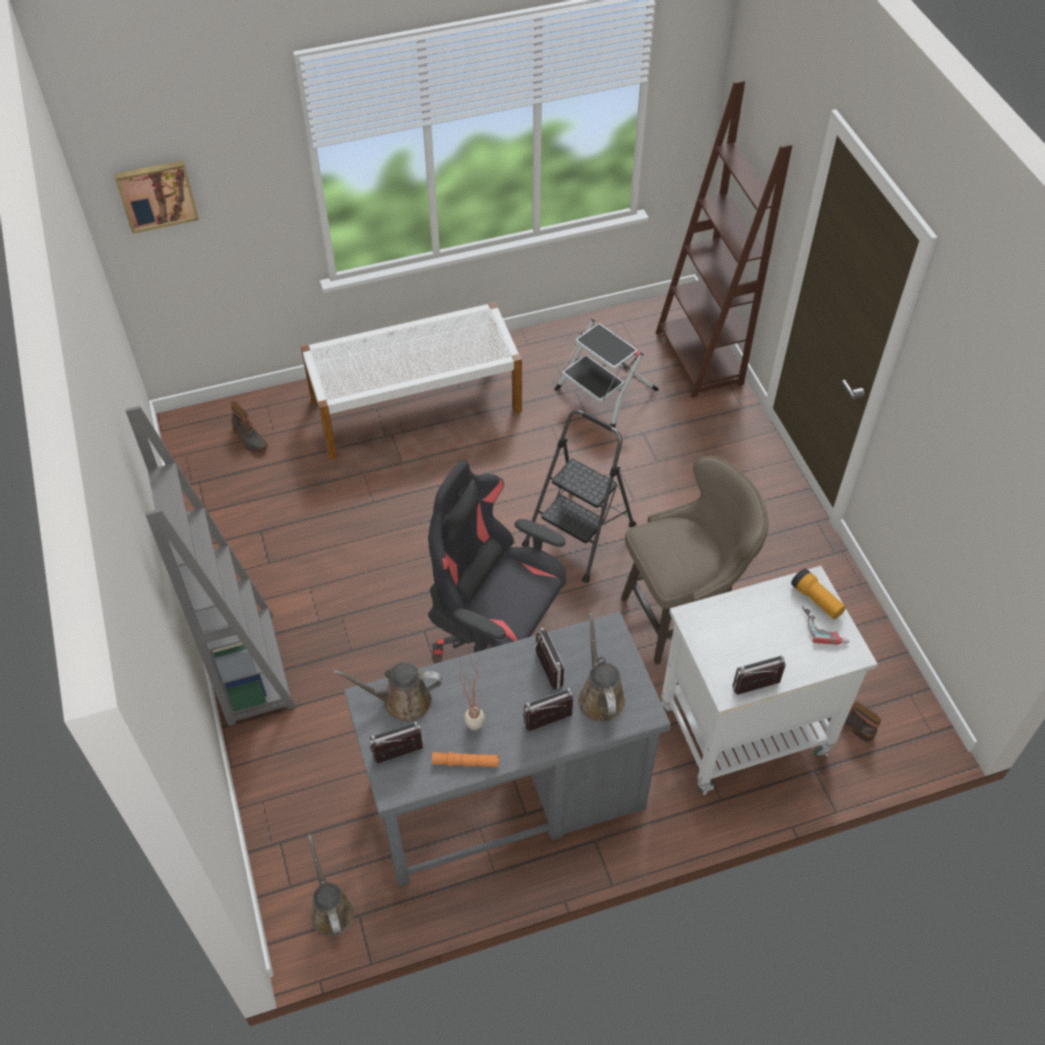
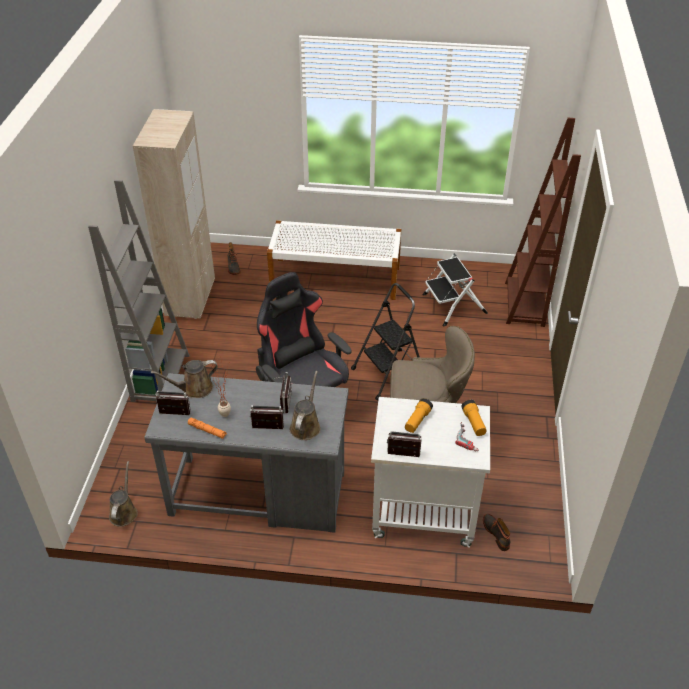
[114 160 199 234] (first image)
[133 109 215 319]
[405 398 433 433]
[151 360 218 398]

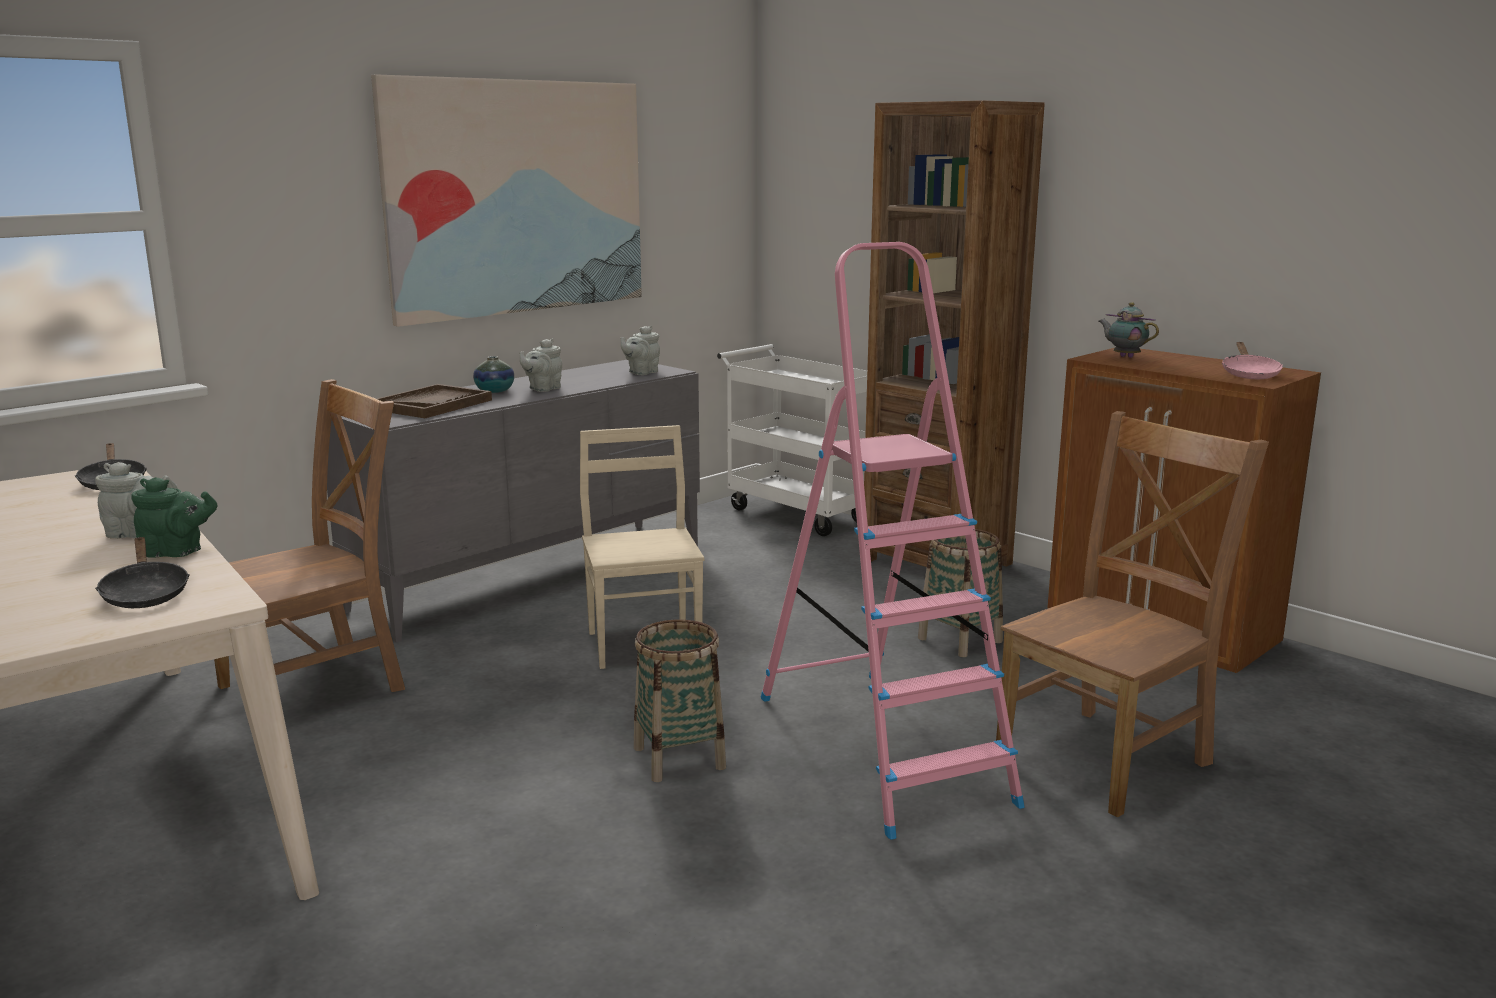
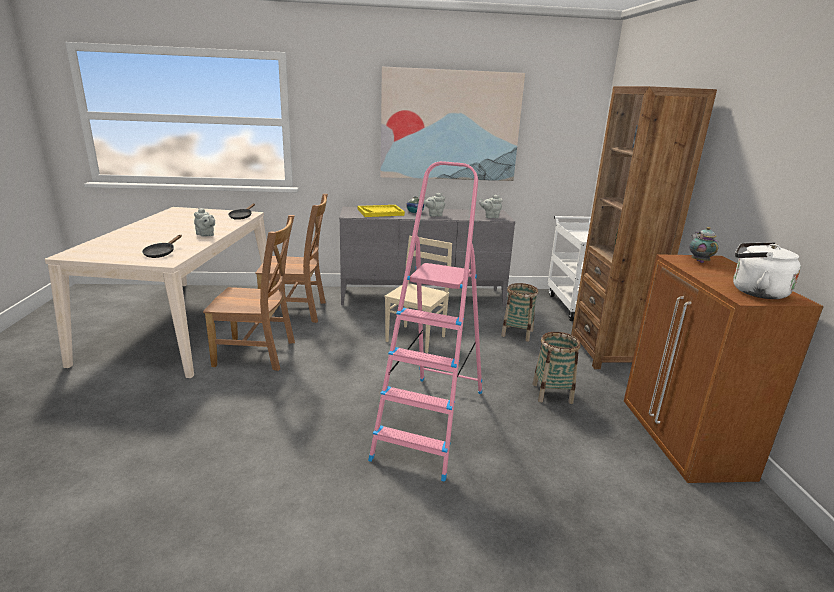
[132 477 218 558] (first image)
[501 283 538 342]
[203 215 295 371]
[733 242 801 299]
[358 205 405 217]

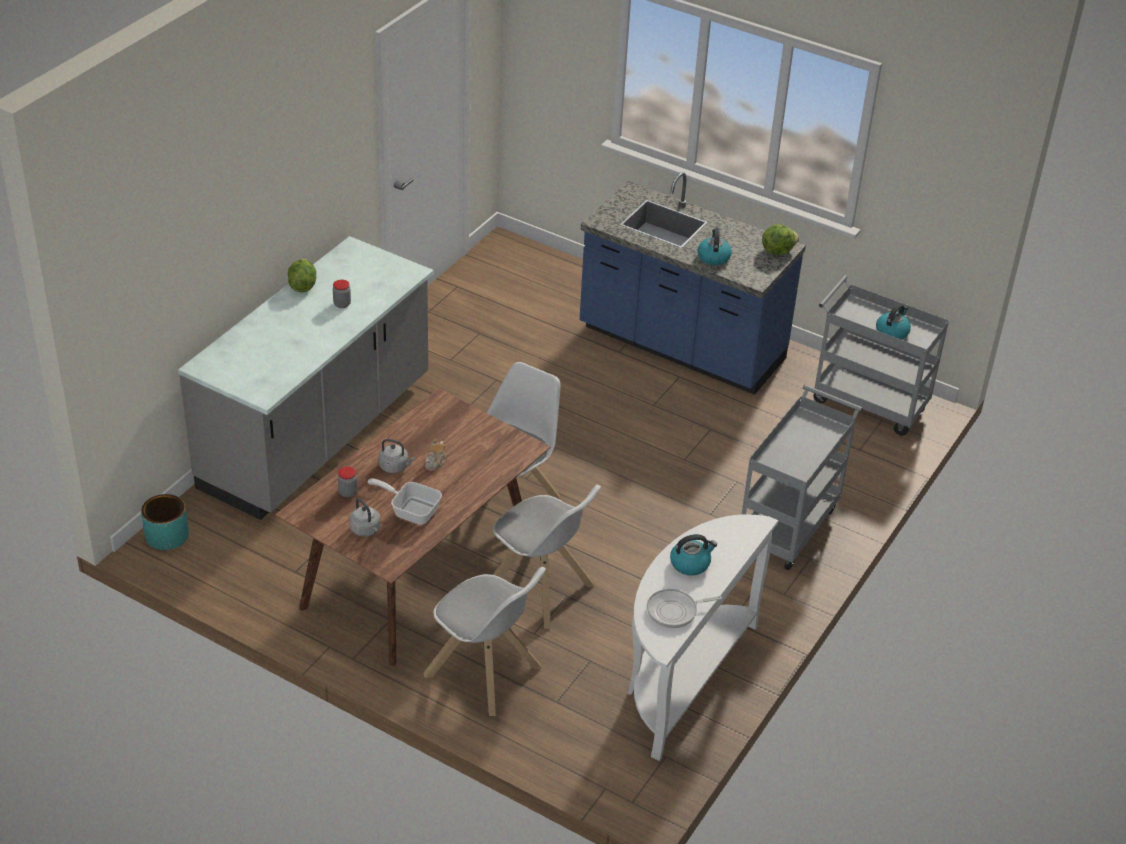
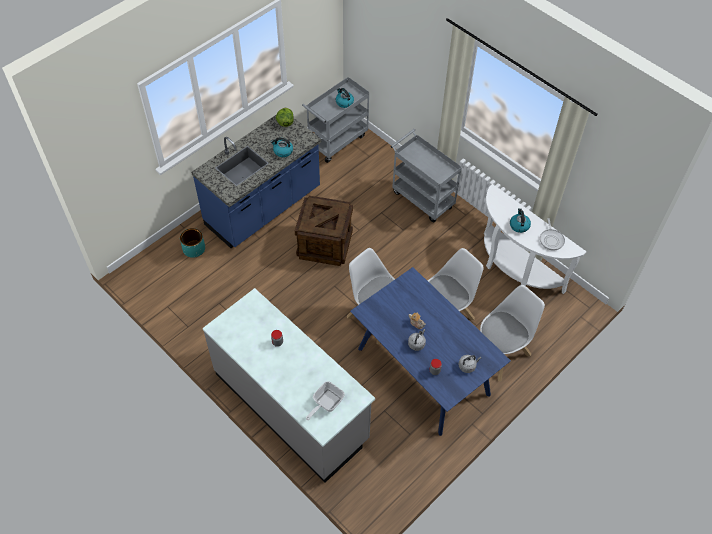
[288 259 316 292] (first image)
[295 196 353 266]
[180 228 205 258]
[306 381 345 420]
[350 267 511 436]

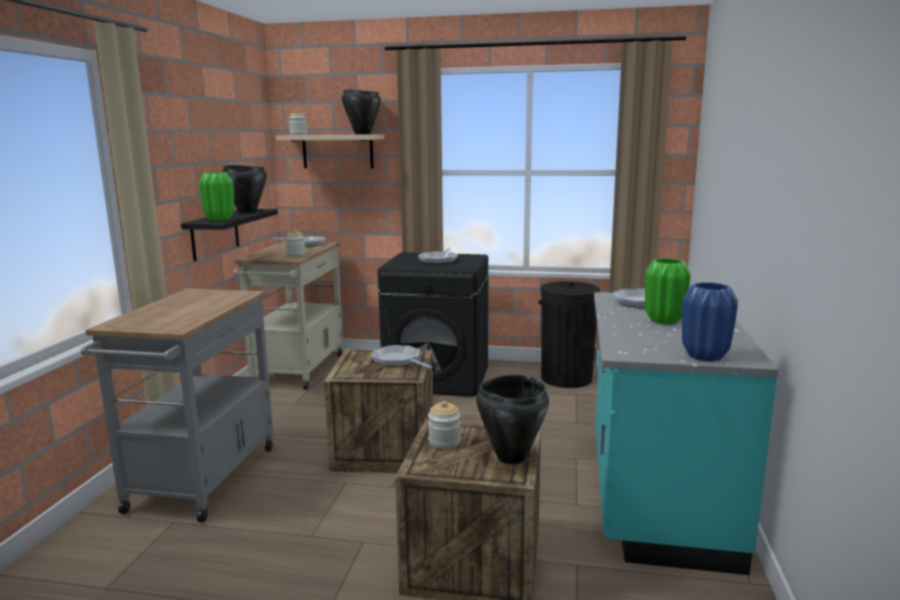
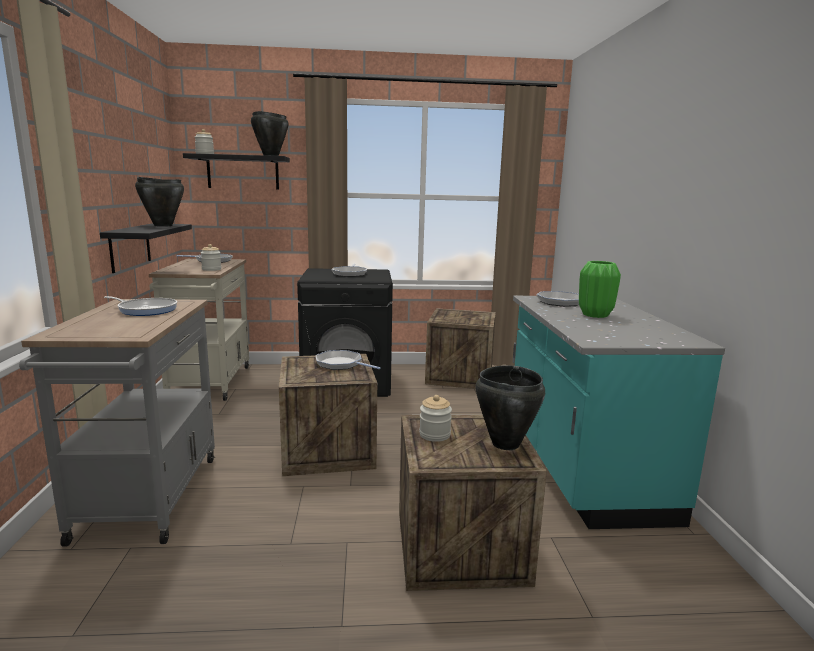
[199 172 234 221] (first image)
[682 282 738 361] (first image)
[104 296 177 316]
[425 308 496 389]
[183 153 290 190]

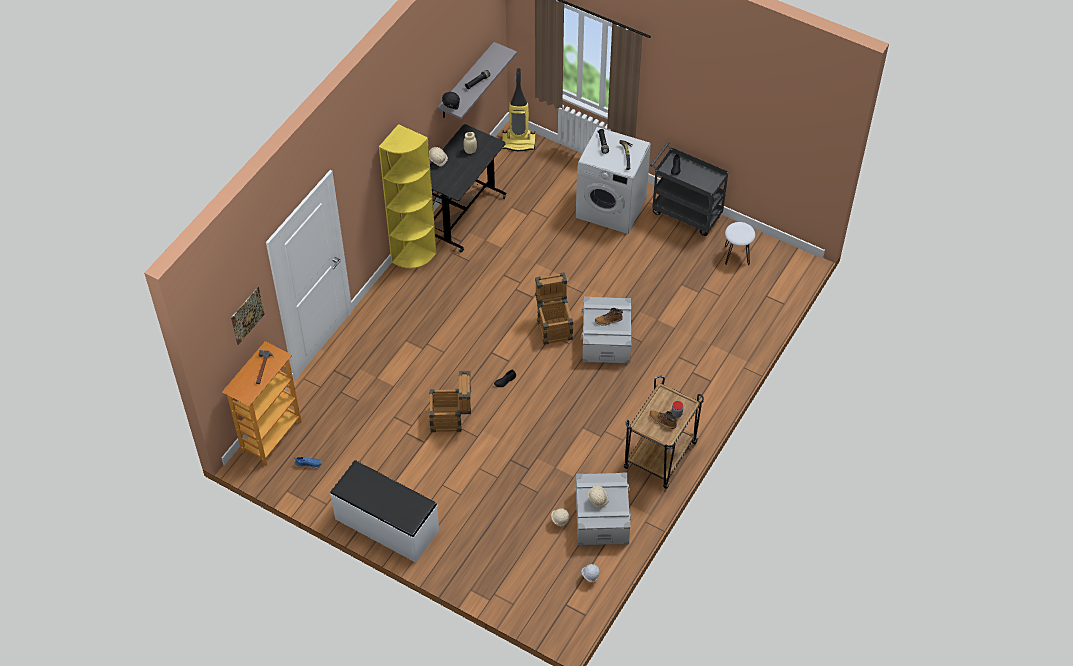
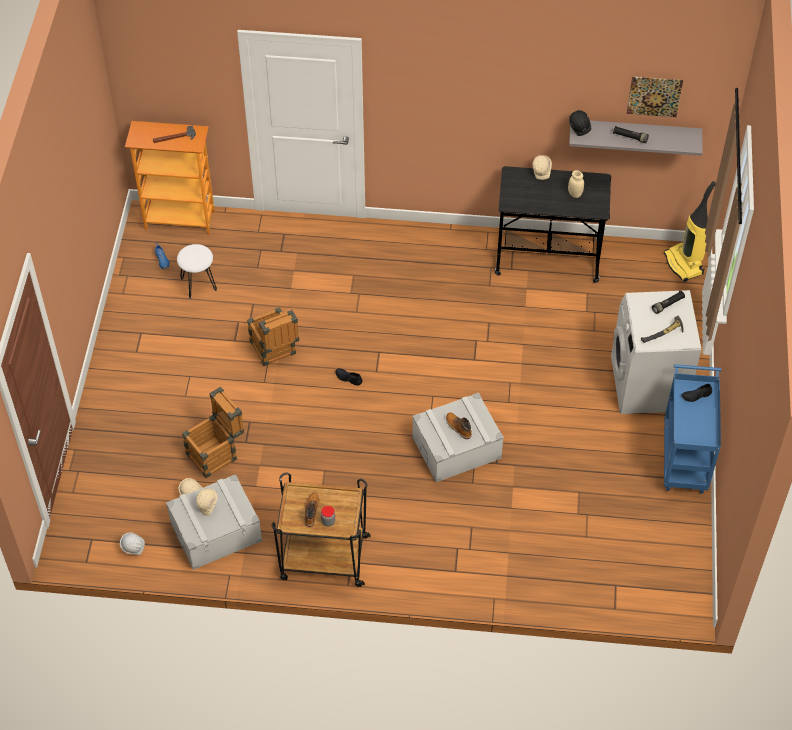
[330 460 439 563] (first image)
[379 124 437 268] (first image)
[627 76 683 117]
[182 387 244 478]
[177 244 217 299]
[664 364 721 494]

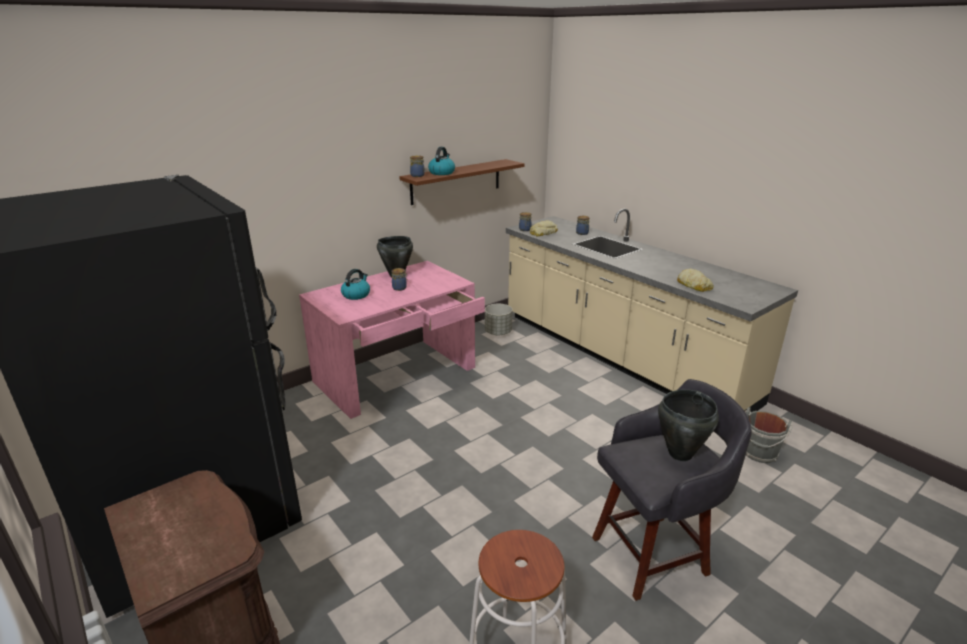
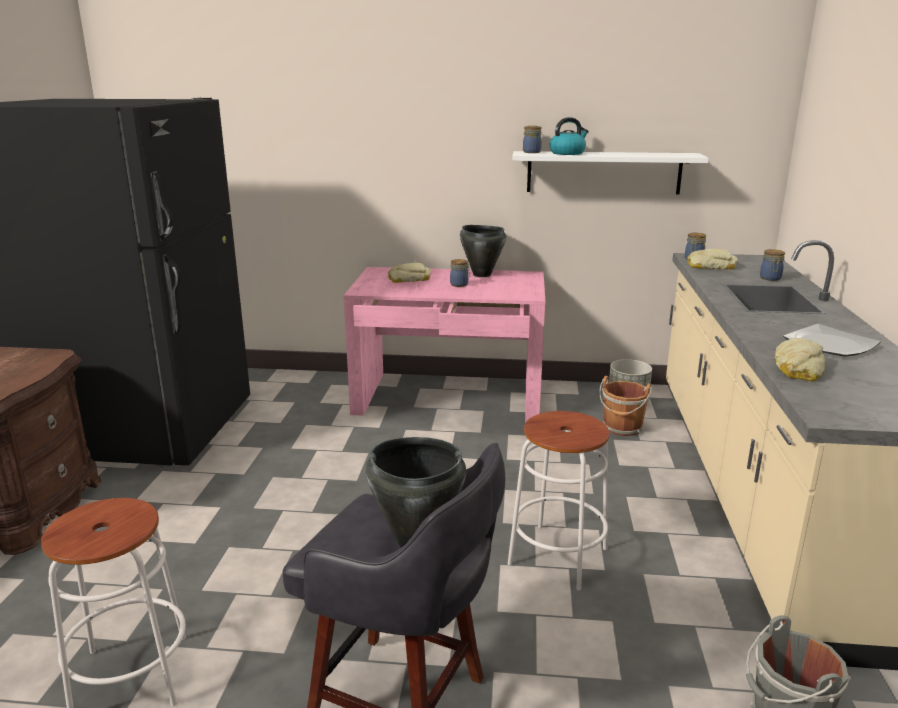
[508 411 609 591]
[599 376 652 436]
[783 324 881 357]
[388 263 431 283]
[512 151 709 194]

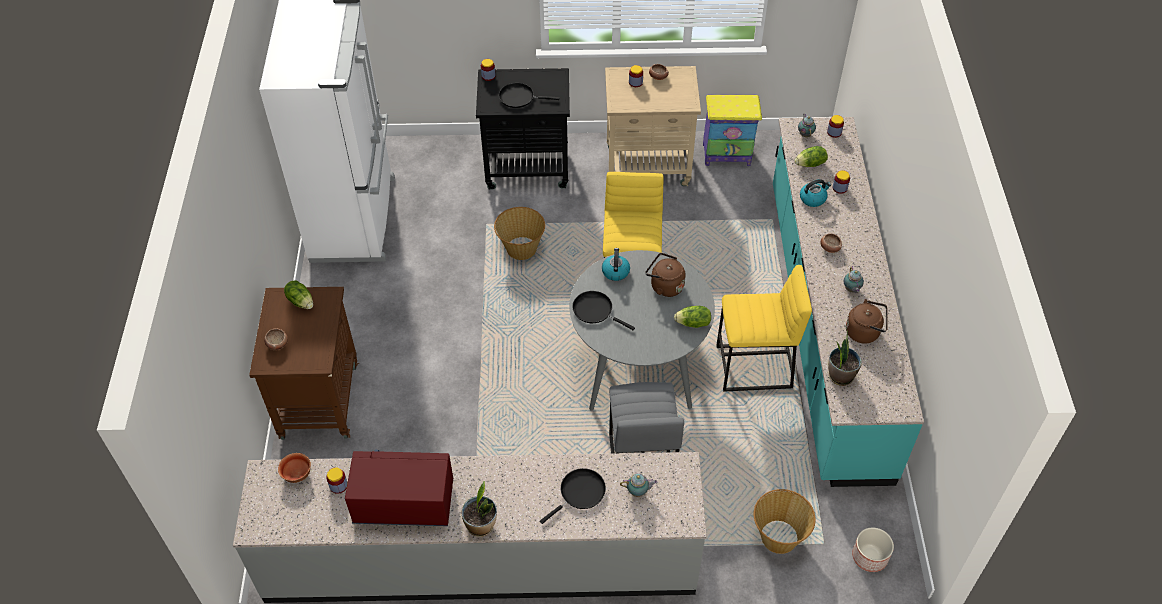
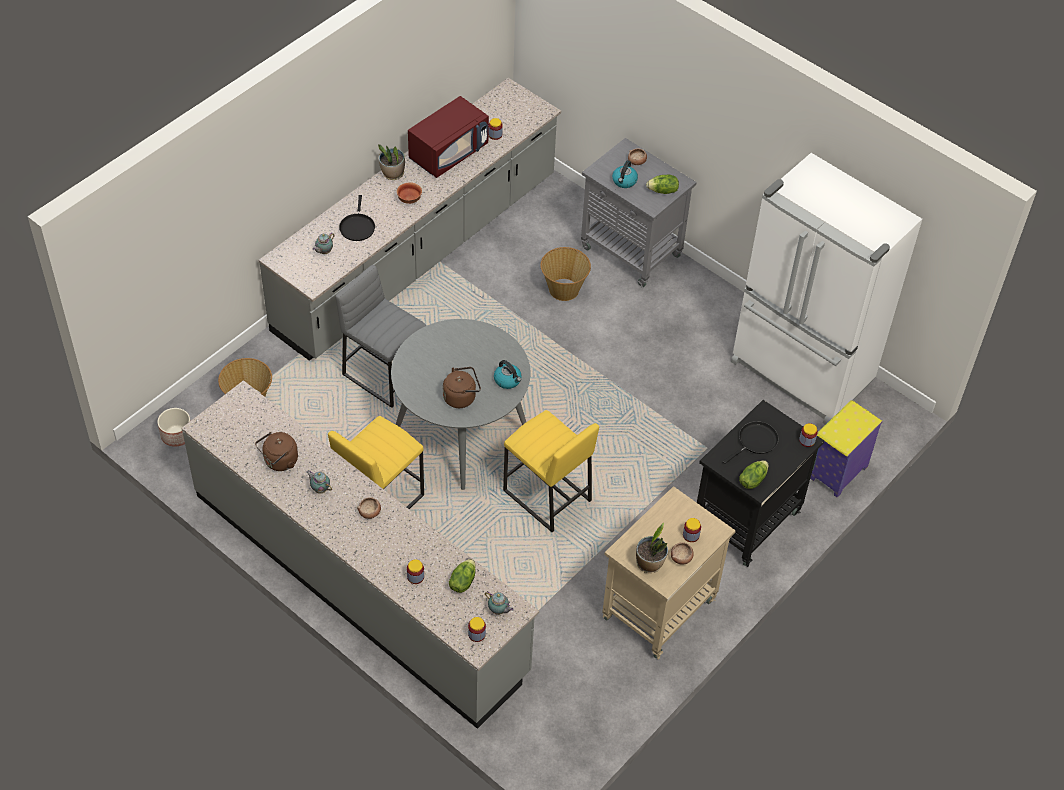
[572 291 635 330] (first image)
[397 182 422 204]
[540 247 591 301]
[739 460 769 489]
[810 400 883 497]
[612 160 638 188]
[636 523 668 573]
[581 138 697 288]
[181 380 539 729]

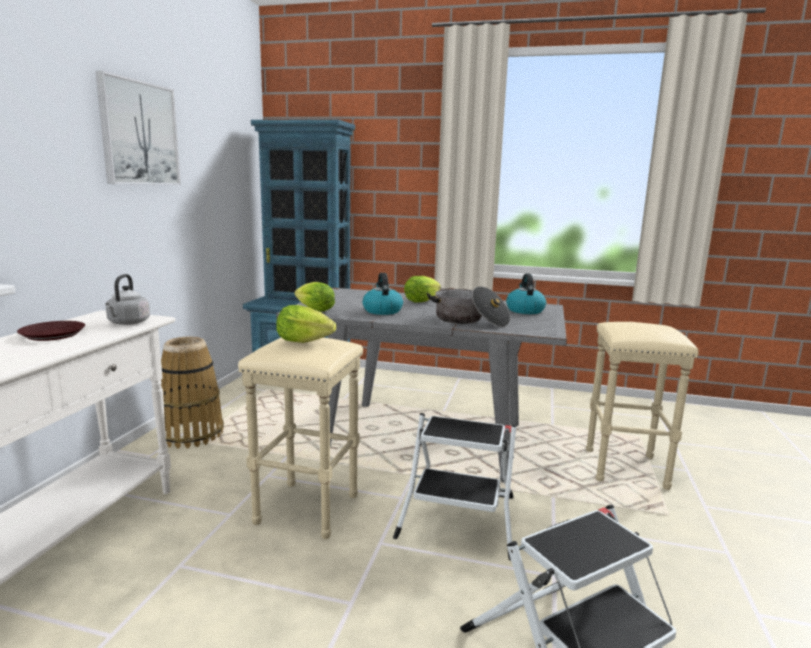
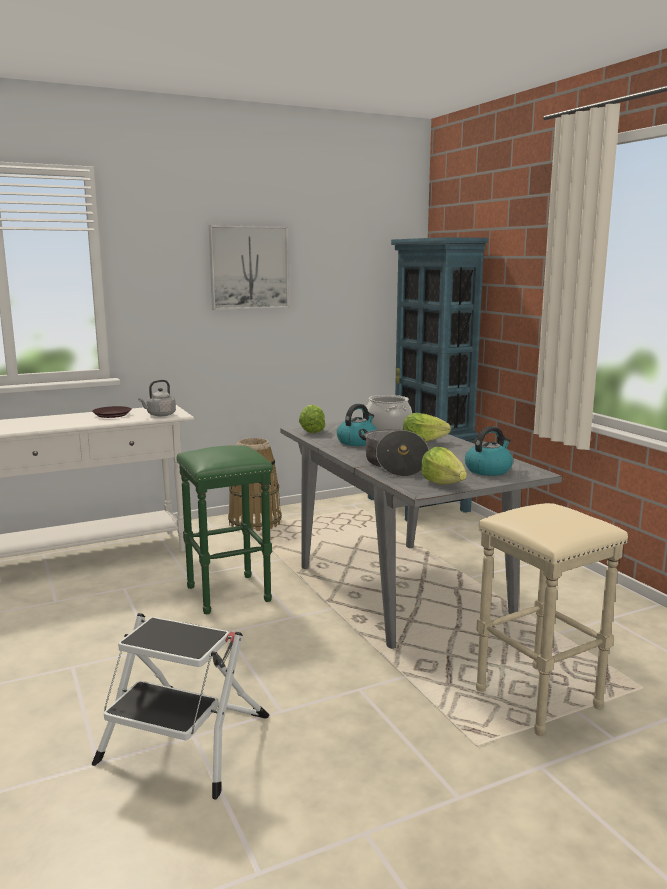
[393 413 516 561] (first image)
[366 395 412 430]
[421 447 467 484]
[177 445 273 614]

